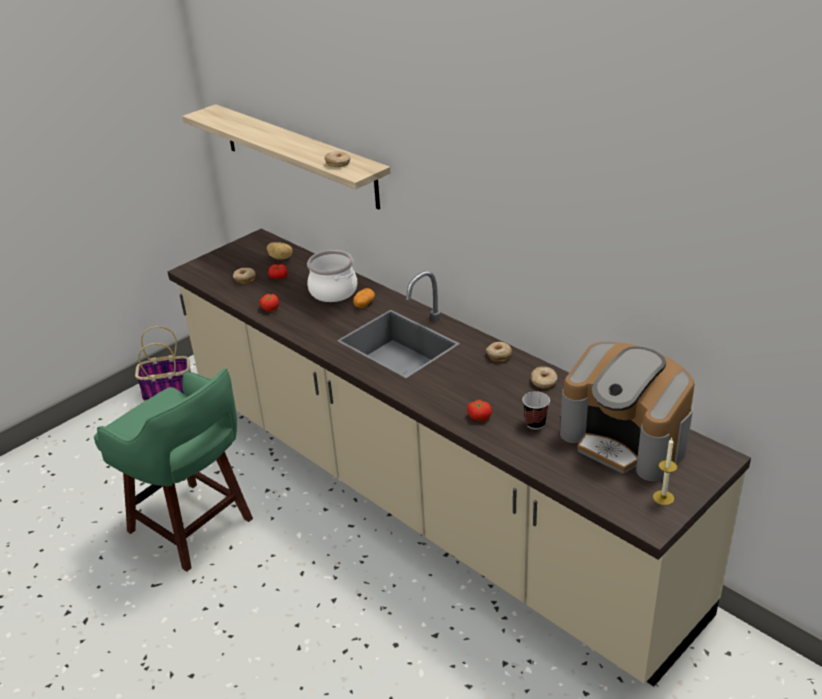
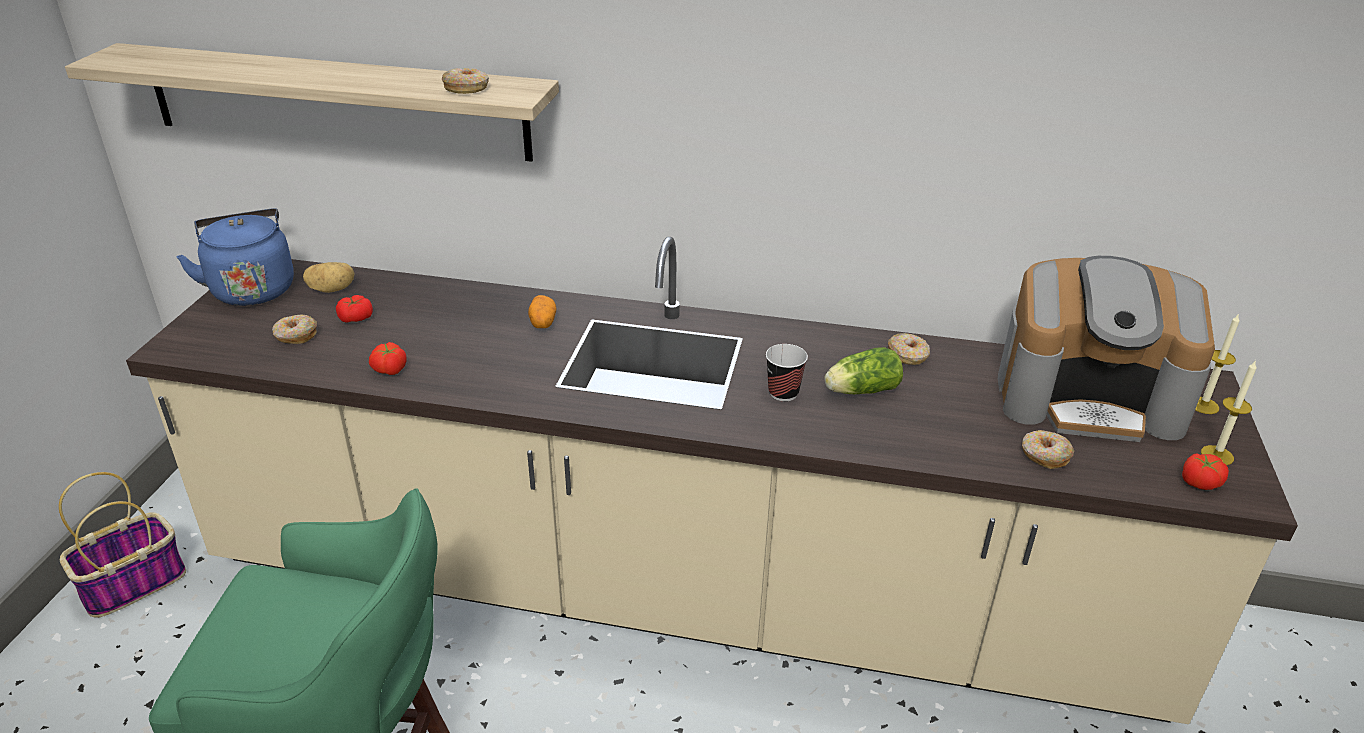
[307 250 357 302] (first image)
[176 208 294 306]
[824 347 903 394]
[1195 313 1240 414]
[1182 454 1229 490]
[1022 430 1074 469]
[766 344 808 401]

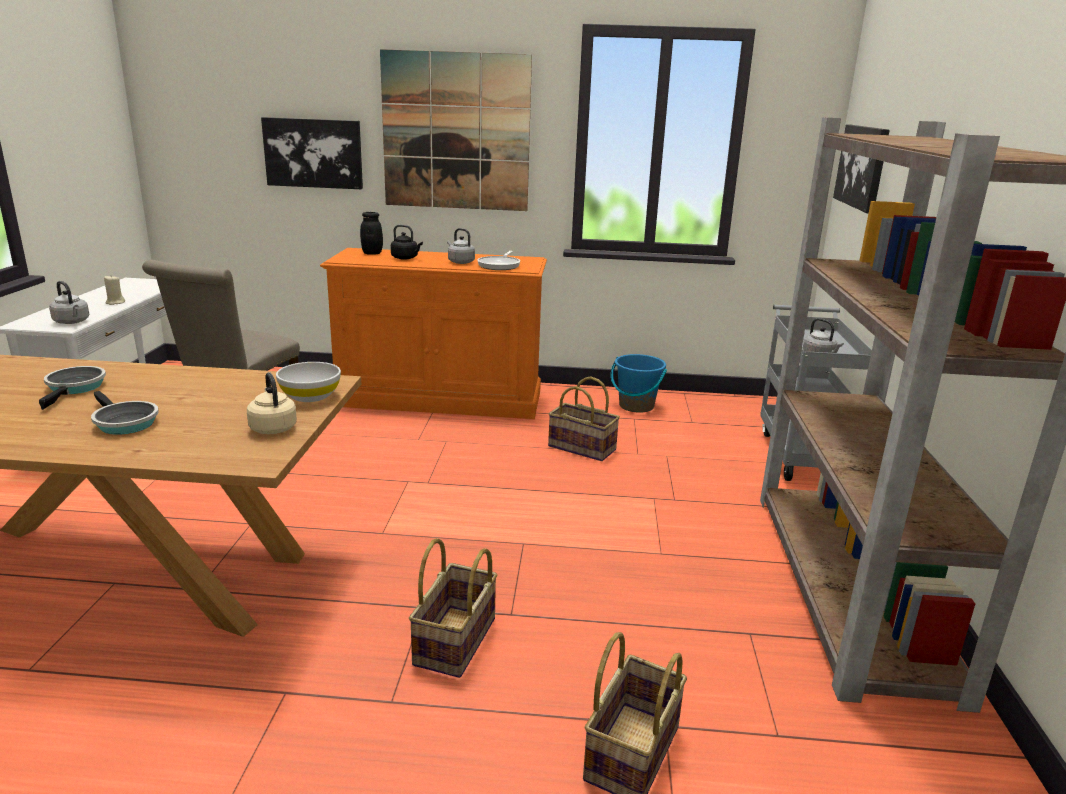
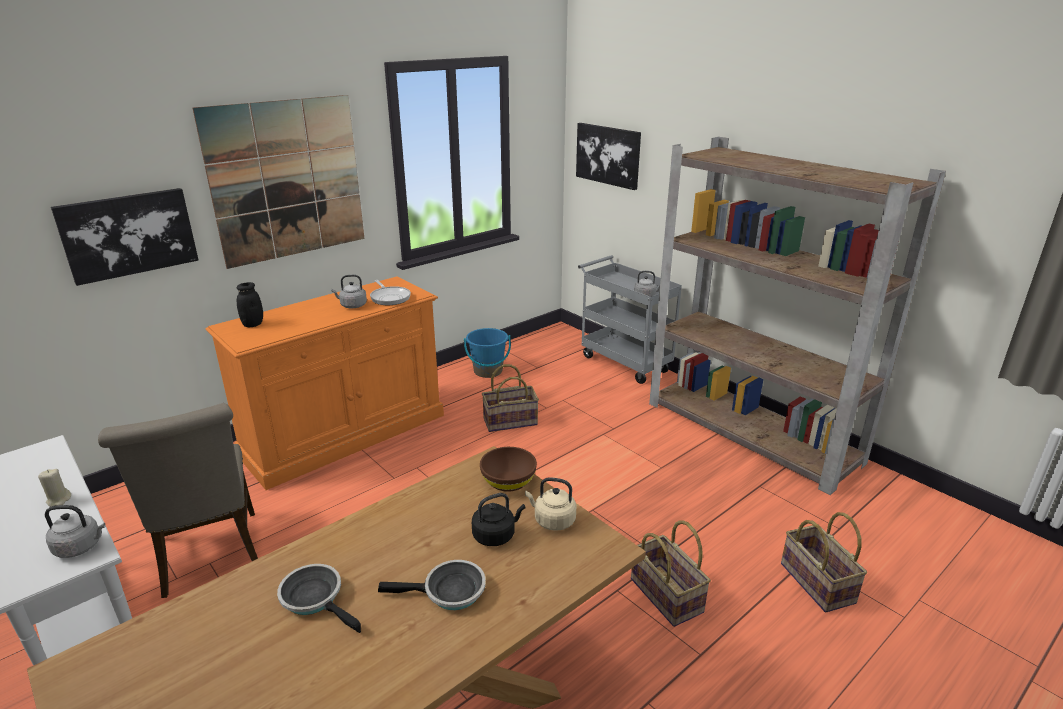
[472 493 525 546]
[480 447 537 492]

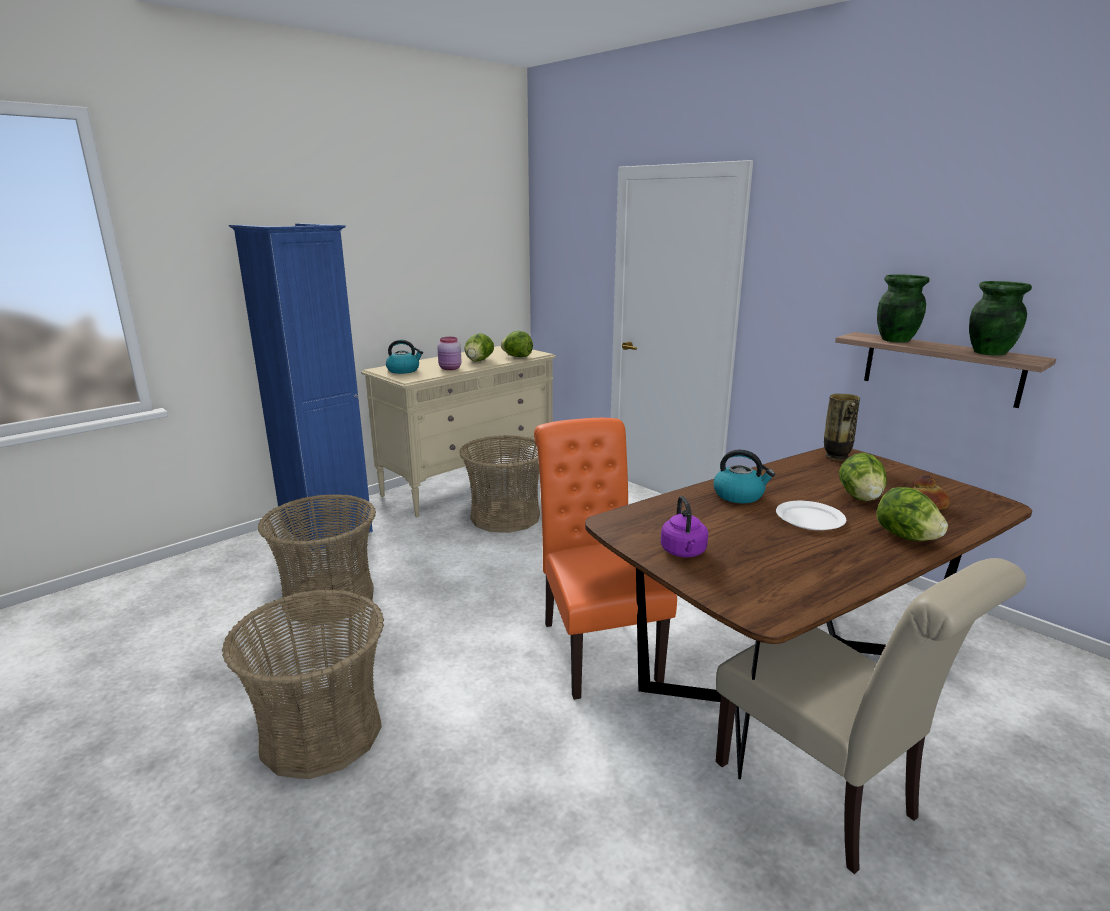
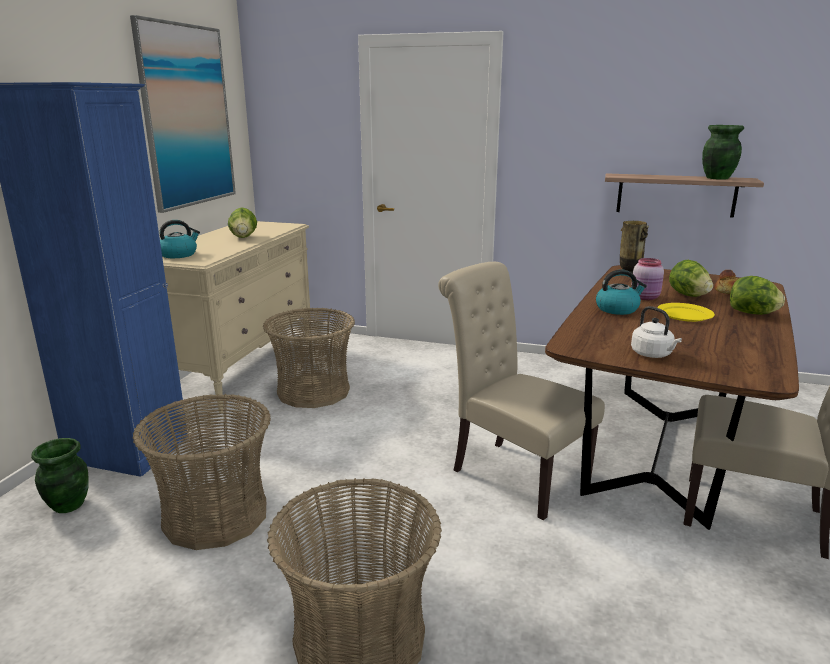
[501 331 533 357] (first image)
[130 15 236 213]
[631 258 664 300]
[31 438 89 513]
[438 262 605 520]
[631 306 682 358]
[657 303 715 322]

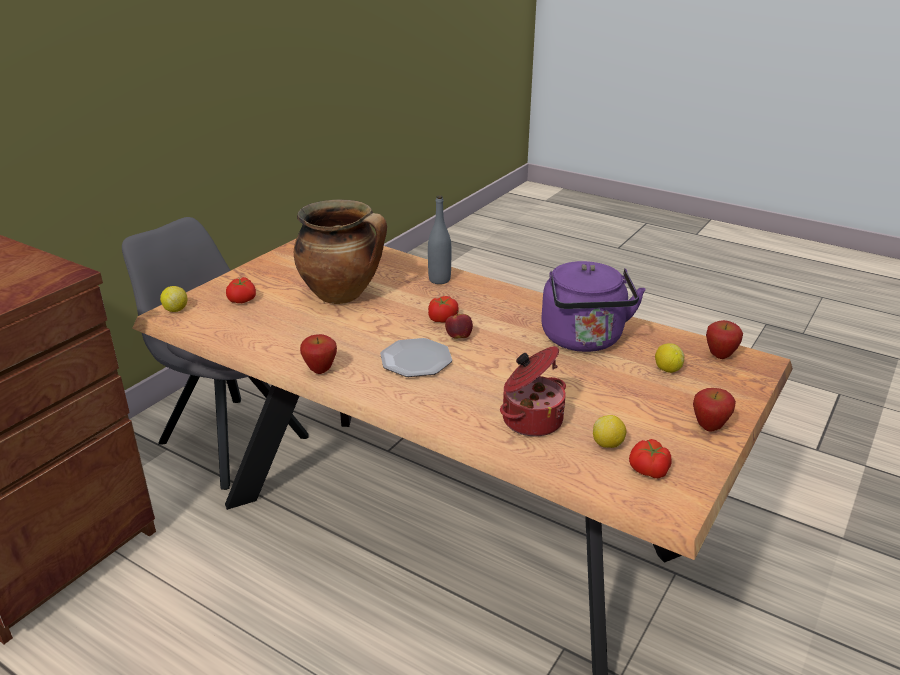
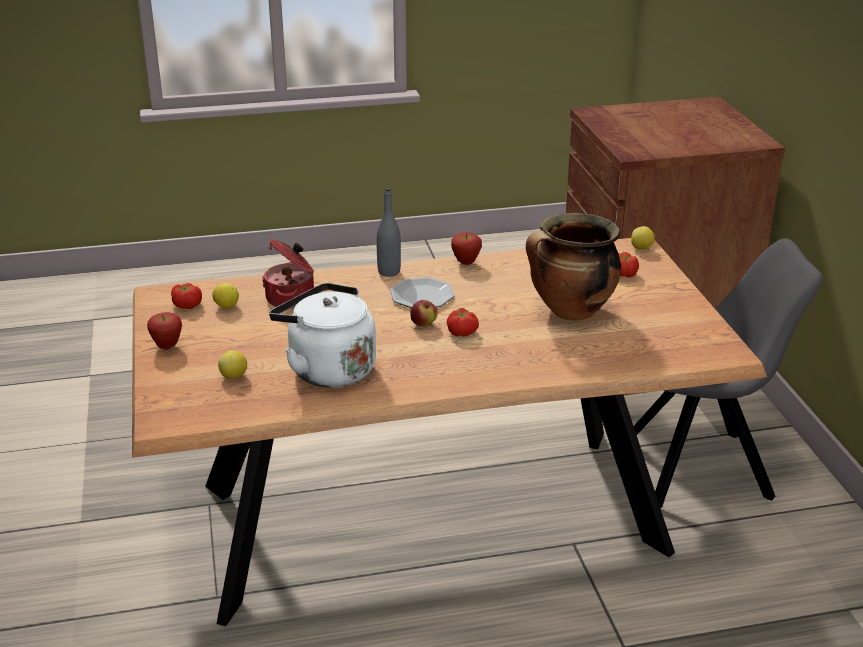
[706 320 743 359] (first image)
[376 188 401 277]
[269 283 376 388]

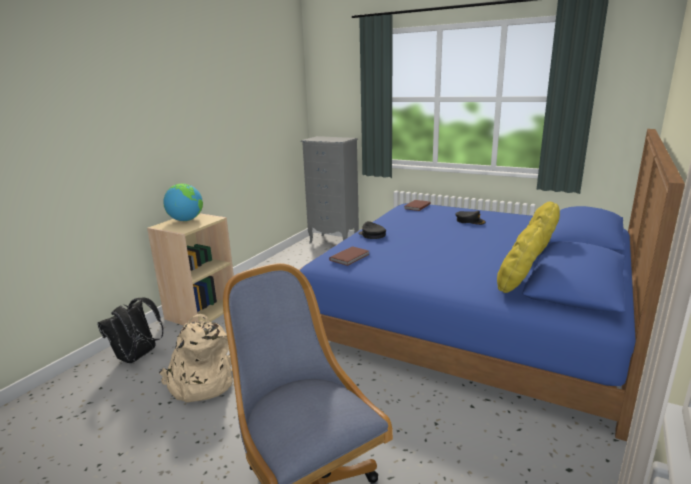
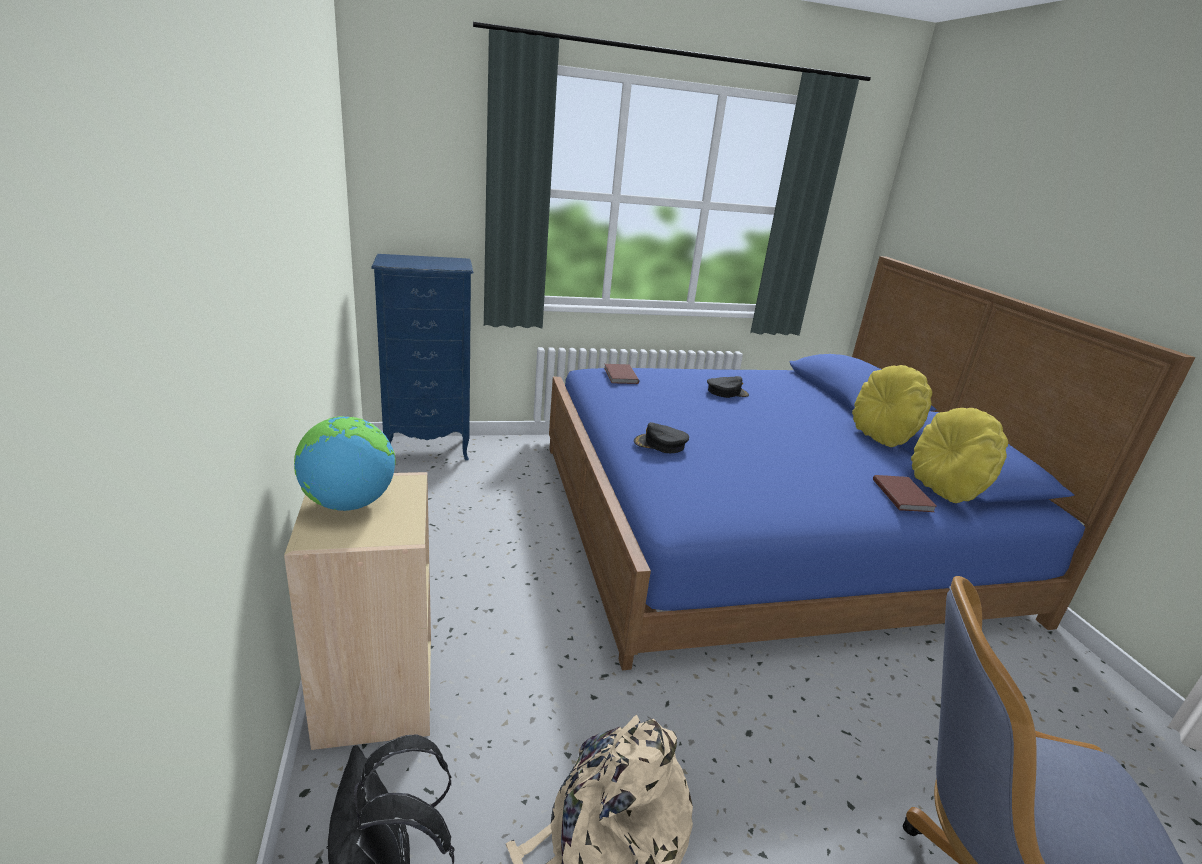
[873 475 937 512]
[371 254 473 461]

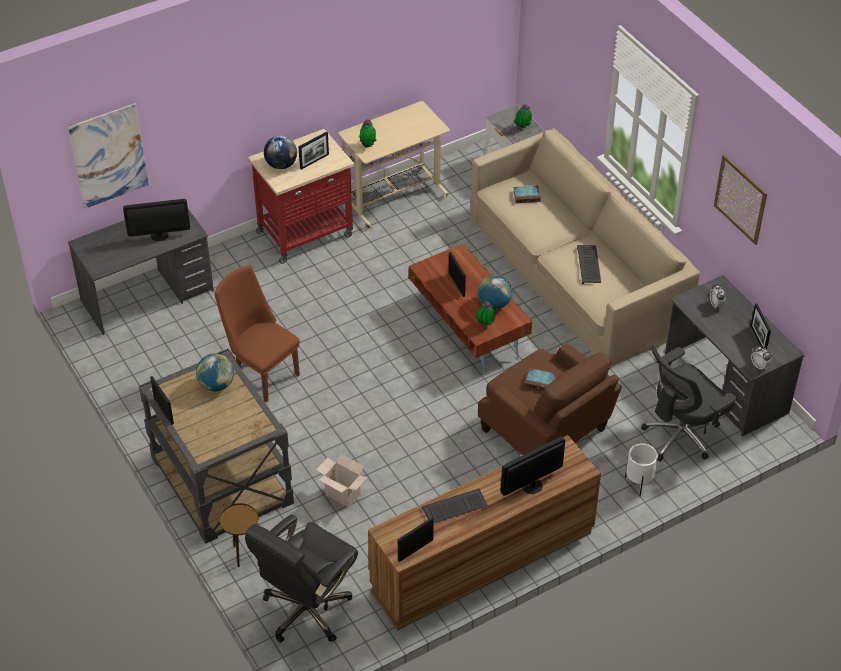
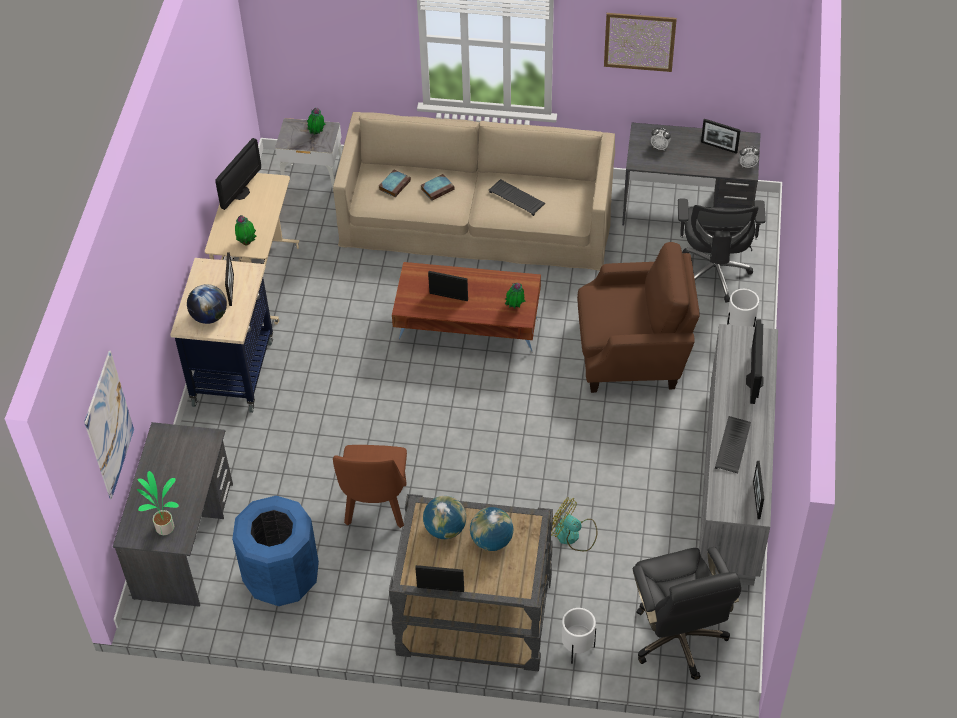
[137 471 179 535]
[232 496 319 606]
[215 138 261 210]
[470 507 514 551]
[421 174 454 201]
[562 608 596 664]
[551 497 598 551]
[170 258 274 413]
[699 324 778 585]
[333 445 407 528]

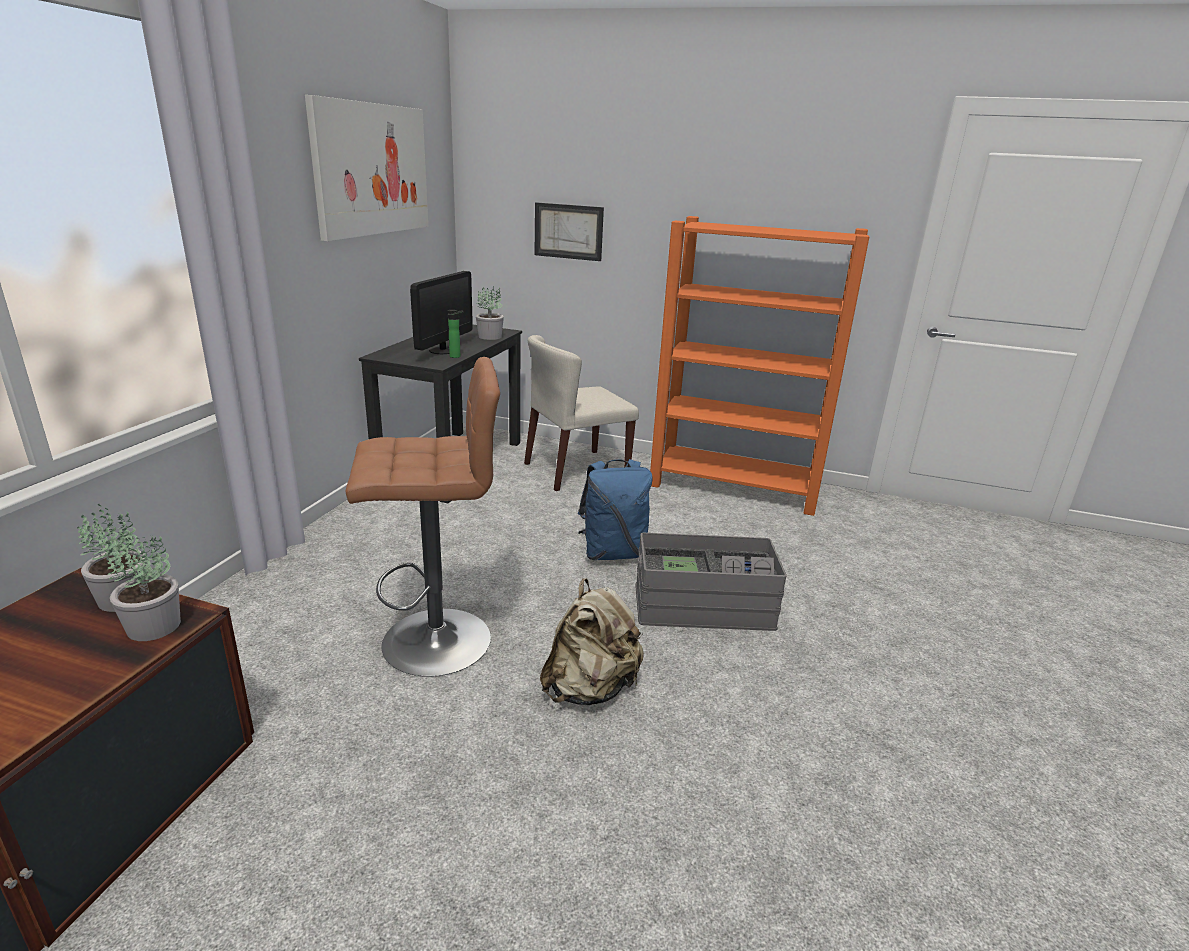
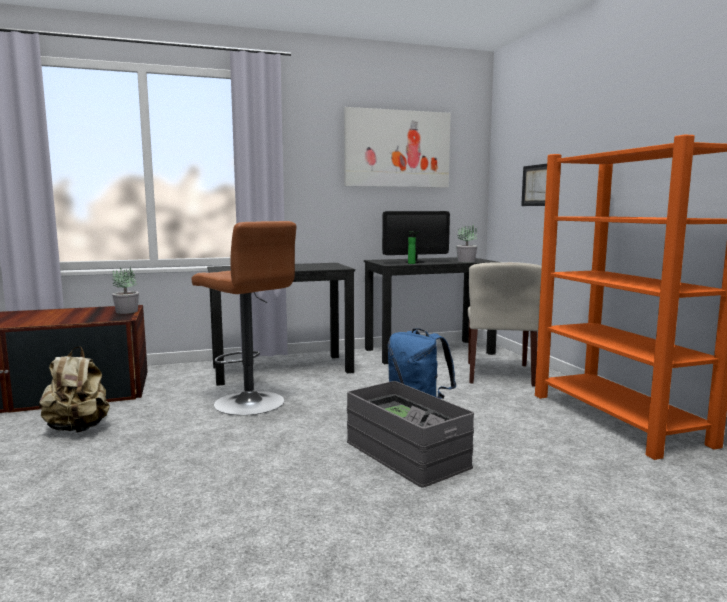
[107 535 181 641] (first image)
[207 263 355 386]
[39 346 110 433]
[468 262 542 387]

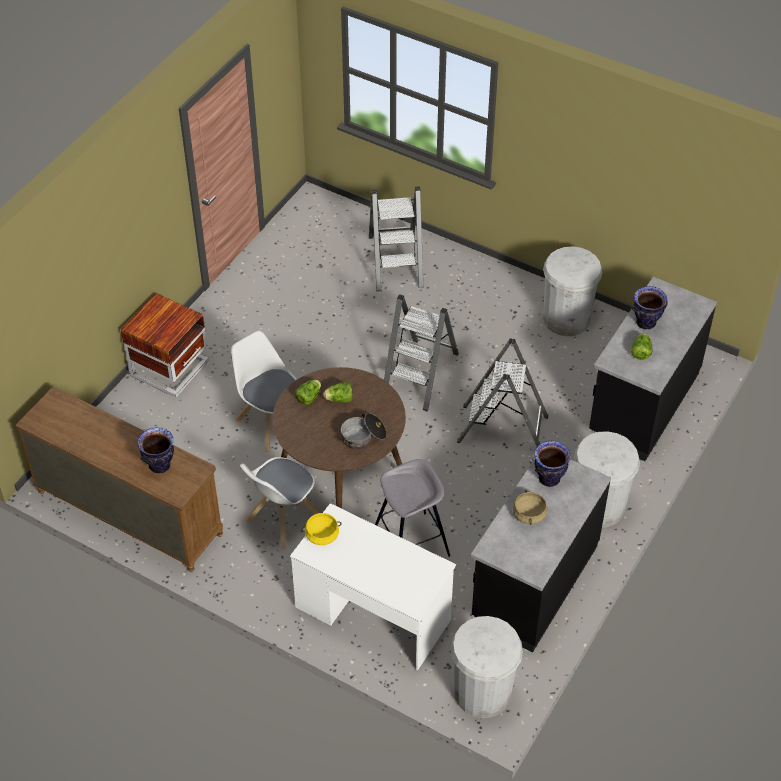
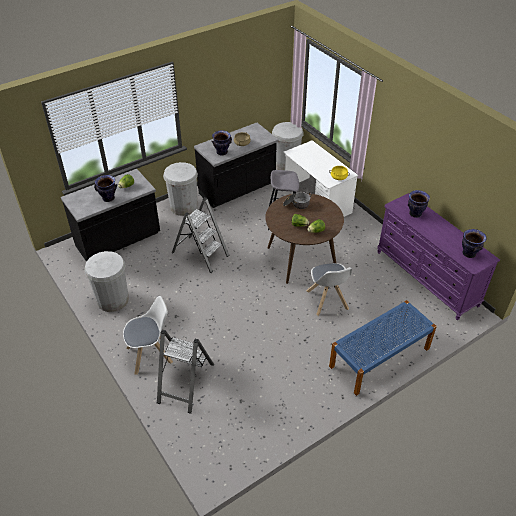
[384 294 459 411] (first image)
[462 229 487 258]
[123 296 173 375]
[329 300 437 396]
[377 193 500 320]

